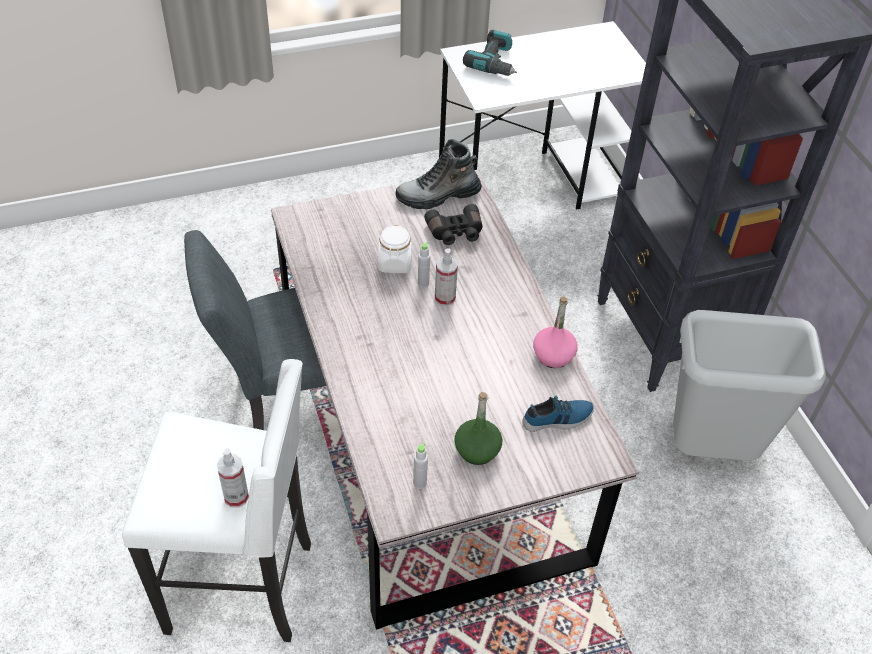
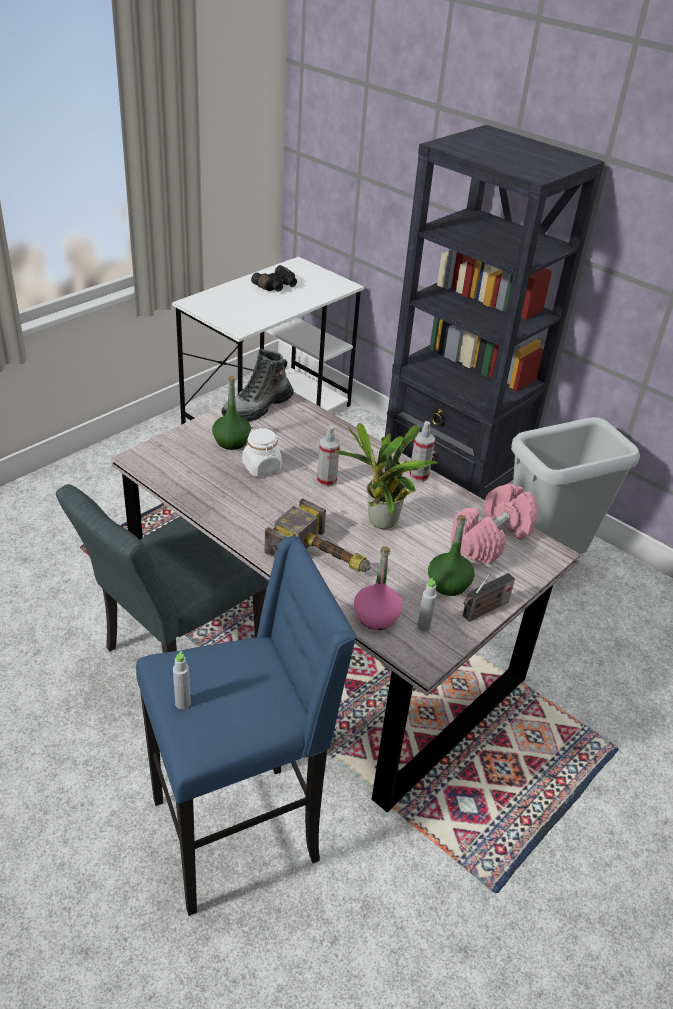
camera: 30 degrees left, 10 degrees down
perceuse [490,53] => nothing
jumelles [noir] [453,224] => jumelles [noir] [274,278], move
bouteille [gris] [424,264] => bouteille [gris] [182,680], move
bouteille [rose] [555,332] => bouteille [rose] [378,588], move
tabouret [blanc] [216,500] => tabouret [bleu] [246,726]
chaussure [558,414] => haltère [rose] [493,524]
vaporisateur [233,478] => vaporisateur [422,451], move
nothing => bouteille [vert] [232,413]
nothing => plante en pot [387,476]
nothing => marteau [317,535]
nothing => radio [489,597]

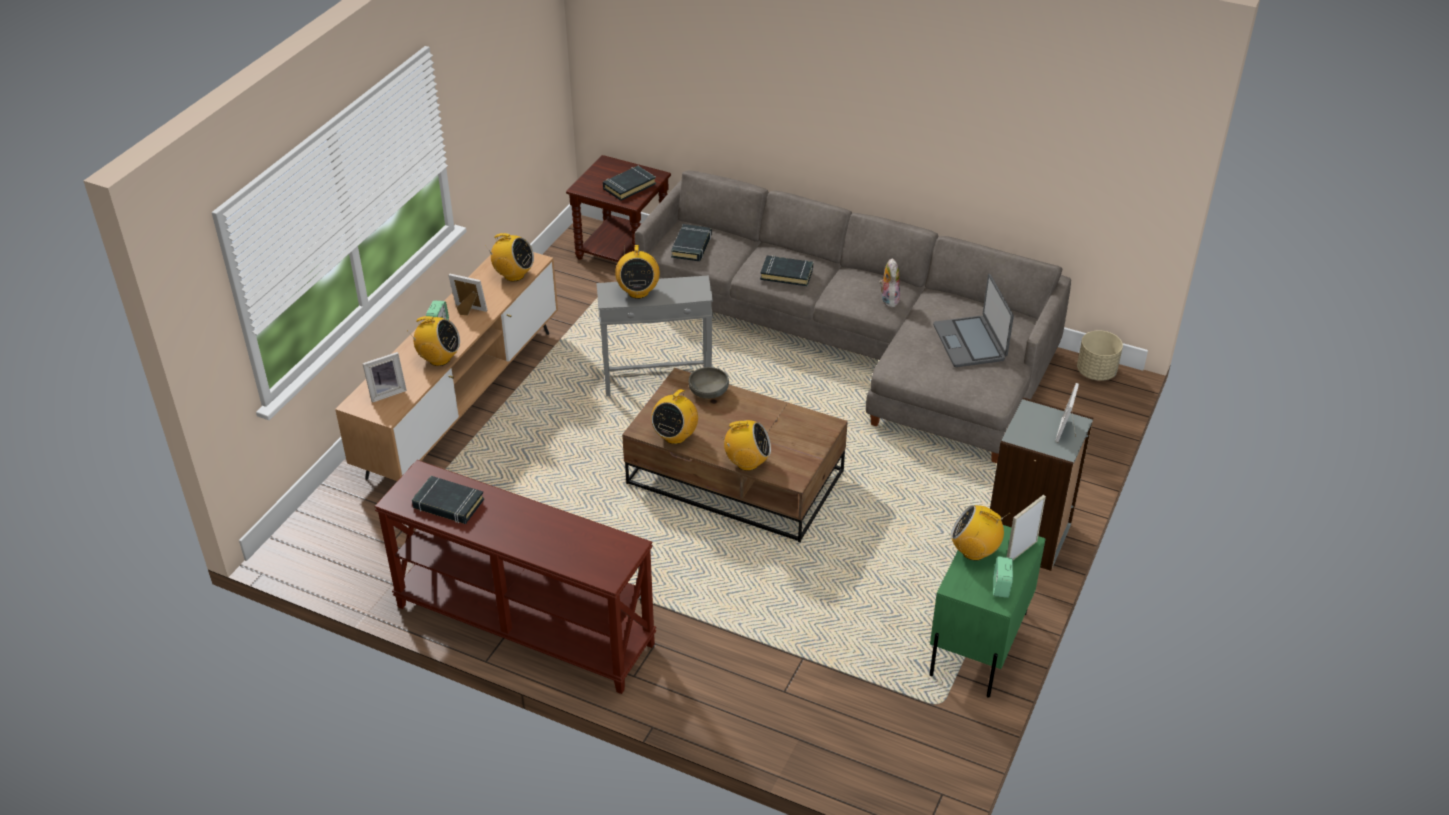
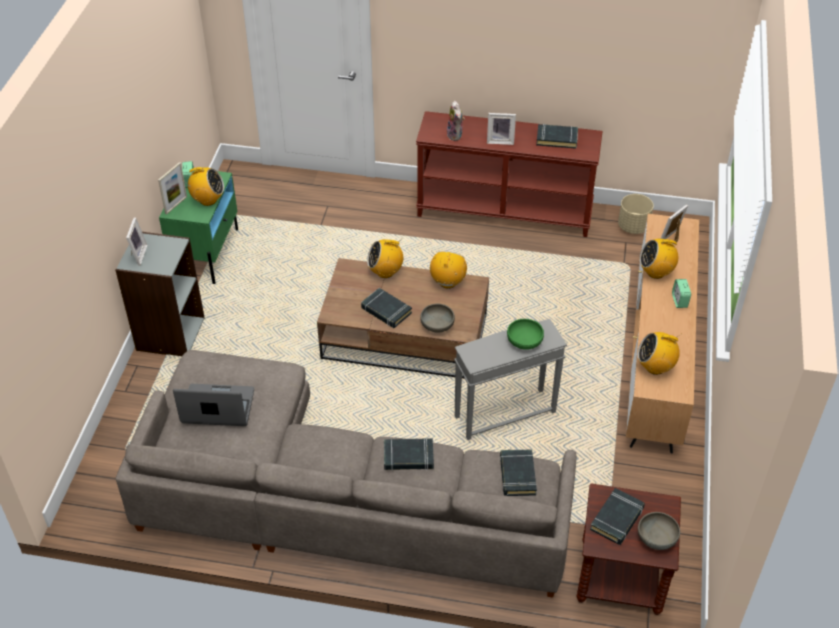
camera: 165 degrees right, 5 degrees up
radio [637,272] => bol [vert] [525,334]
peluche [889,282] => peluche [456,121], move
cadre photo [467,294] => cadre photo [501,129], move
ordinateur portable [973,320] => ordinateur portable [213,405], 60 degrees counterclockwise
cache-pot [beige] [1100,355] => cache-pot [beige] [636,214], move
nothing => livre [noir] [386,308]
nothing => bol [gris] [659,531]

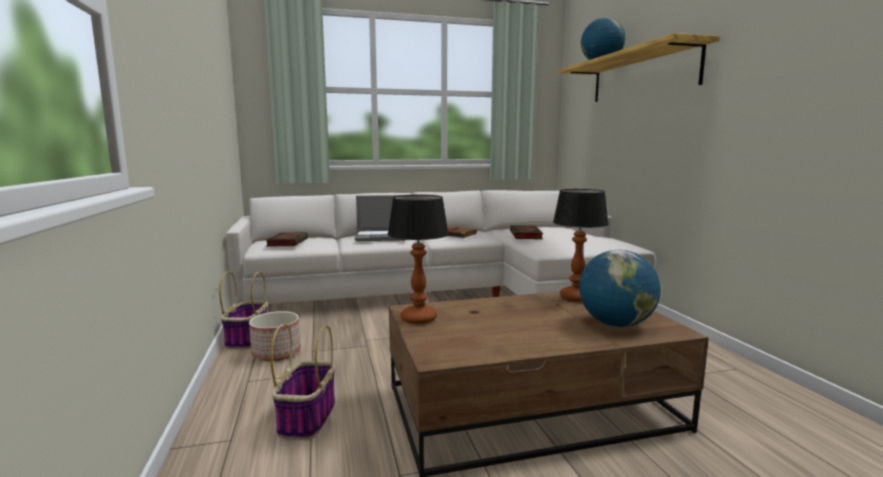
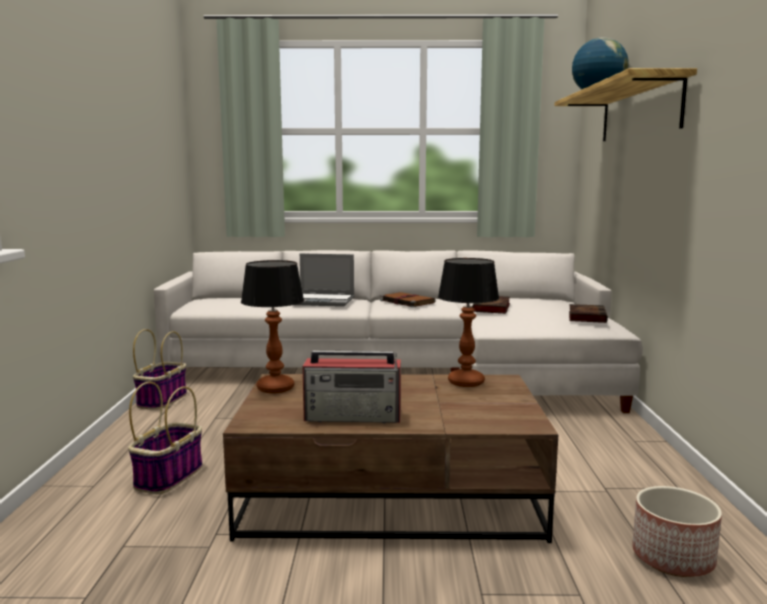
camera: 15 degrees right, 0 degrees up
livre [286,239] => livre [588,313], move
globe [620,288] => nothing
cache-pot [275,336] => cache-pot [677,531], move
nothing => radio [352,387]

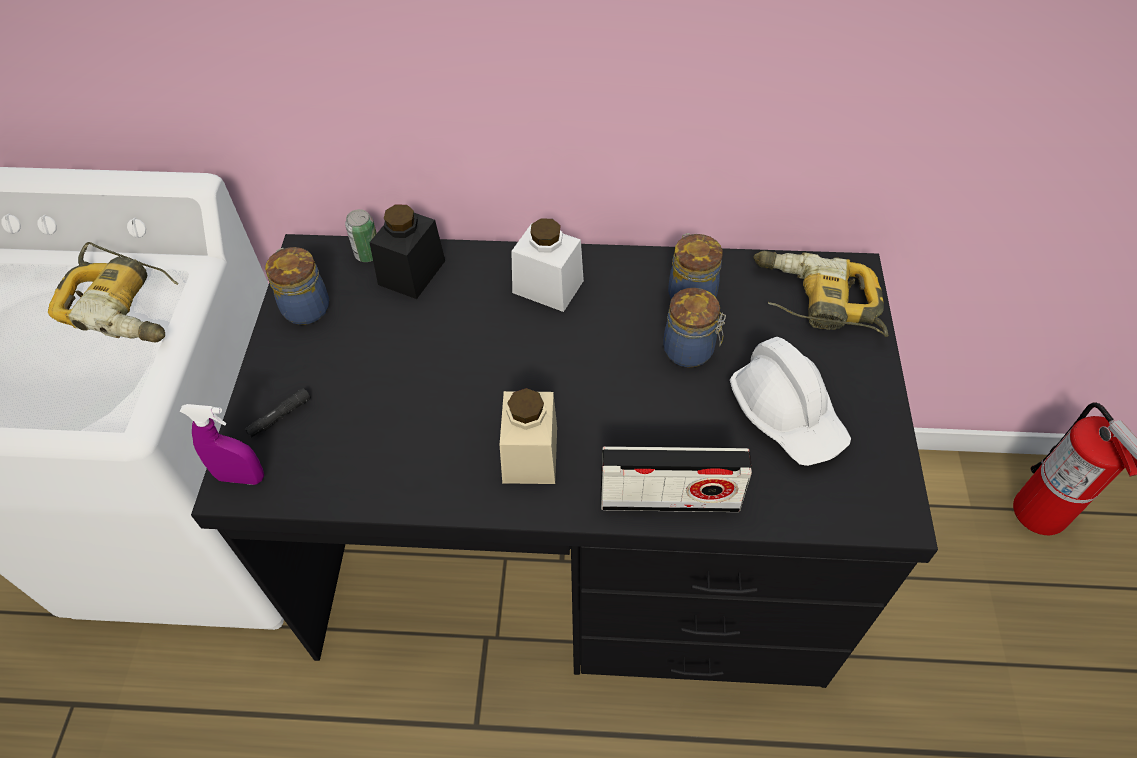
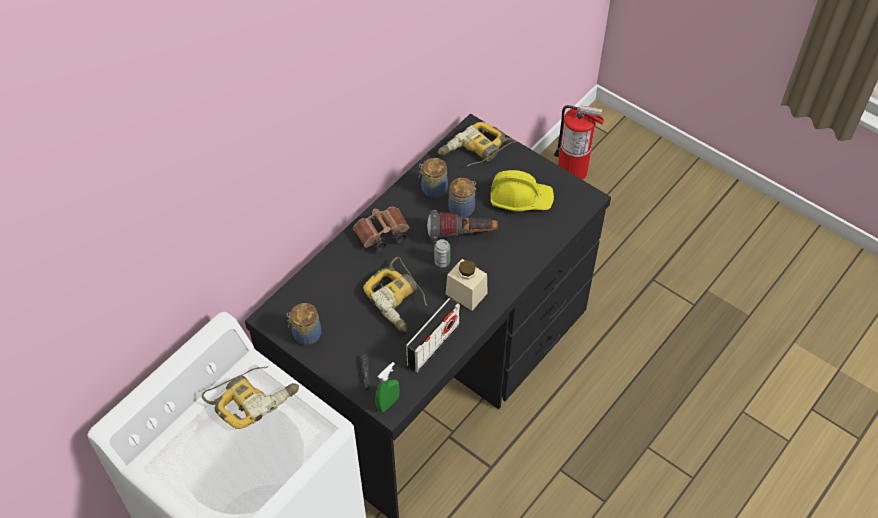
camera: 55 degrees left, 0 degrees up
bocal [noir] [407,251] => nothing
boîte métallique [361,235] => boîte métallique [442,253], move
bocal [blanc] [547,265] => jumelles [marron] [381,229]
casque de chantier [blanc] [790,401] => casque de chantier [jaune] [522,190]
vaporisateur [violet] [221,444] => vaporisateur [vert] [387,387]
radio [676,479] => radio [433,335], move
nothing => lampe de poche [462,226]
nothing => perceuse [395,294]

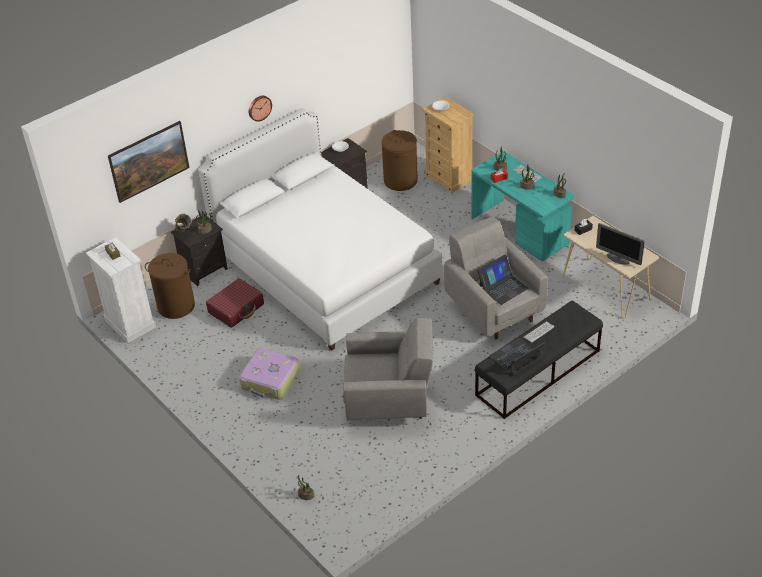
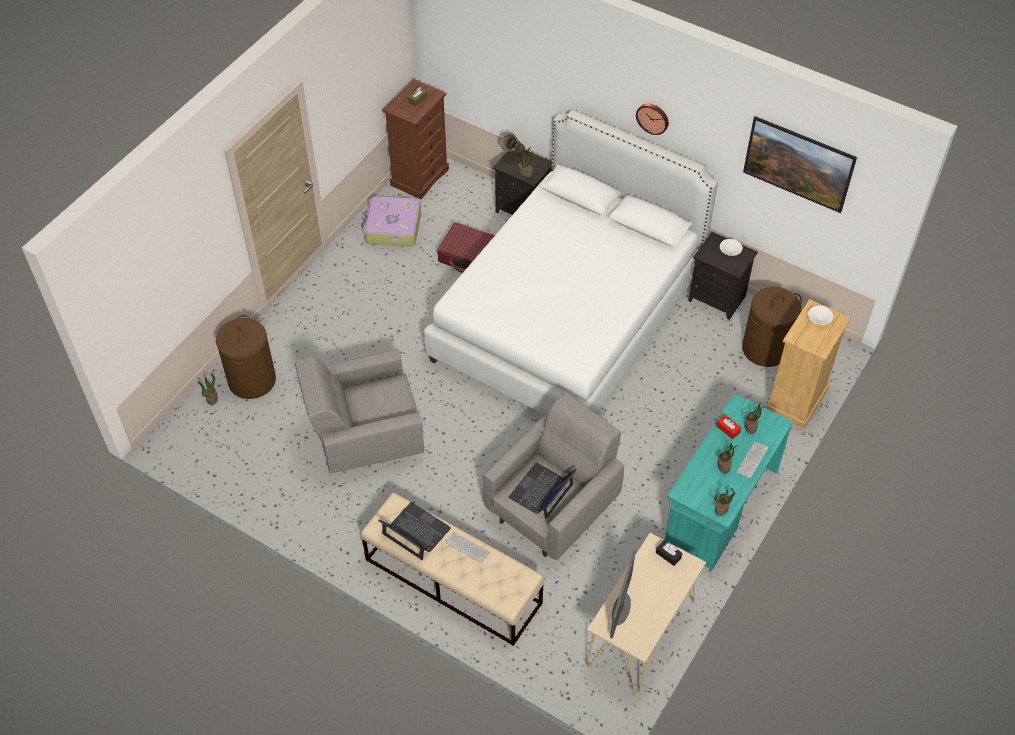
camera: 70 degrees right, 10 degrees up
tableau [149,162] => tableau [800,164], move
commode [blanc] [121,290] => commode [marron] [416,139]
panier à linge [marron] [170,286] => panier à linge [marron] [246,357], move
ordinateur portable [503,280] => ordinateur portable [542,491], 90 degrees clockwise
banc [noir] [539,360] => banc [beige] [453,569]
fauteuil [gris] [388,369] => fauteuil [gris] [359,411], 90 degrees clockwise
valise [269,374] => valise [391,221], move

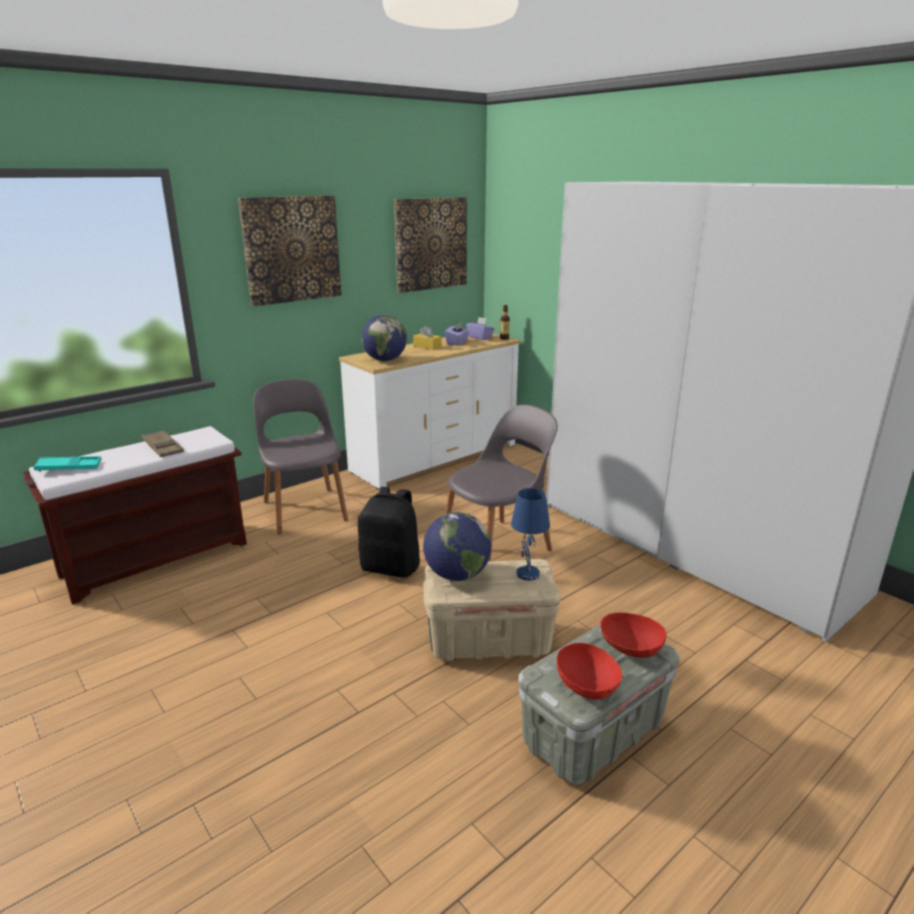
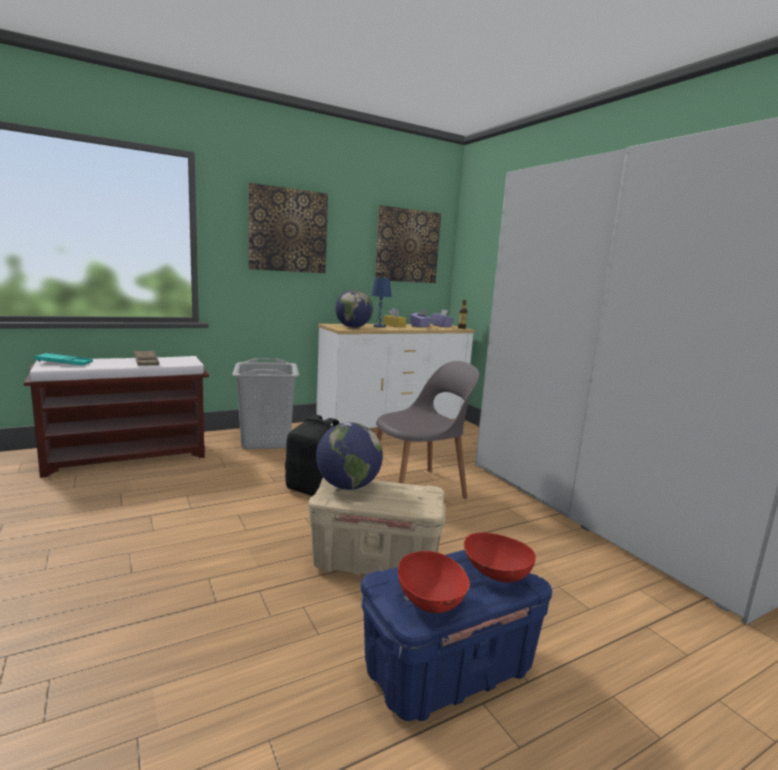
camera: 10 degrees right, 10 degrees down
chaise [gris] [300,456] => panier à linge [gris] [265,403]
lampe de table [bleu] [530,534] => lampe de table [bleu] [381,302], move
boîte de rangement [gris] [599,705] => boîte de rangement [bleu] [456,635]

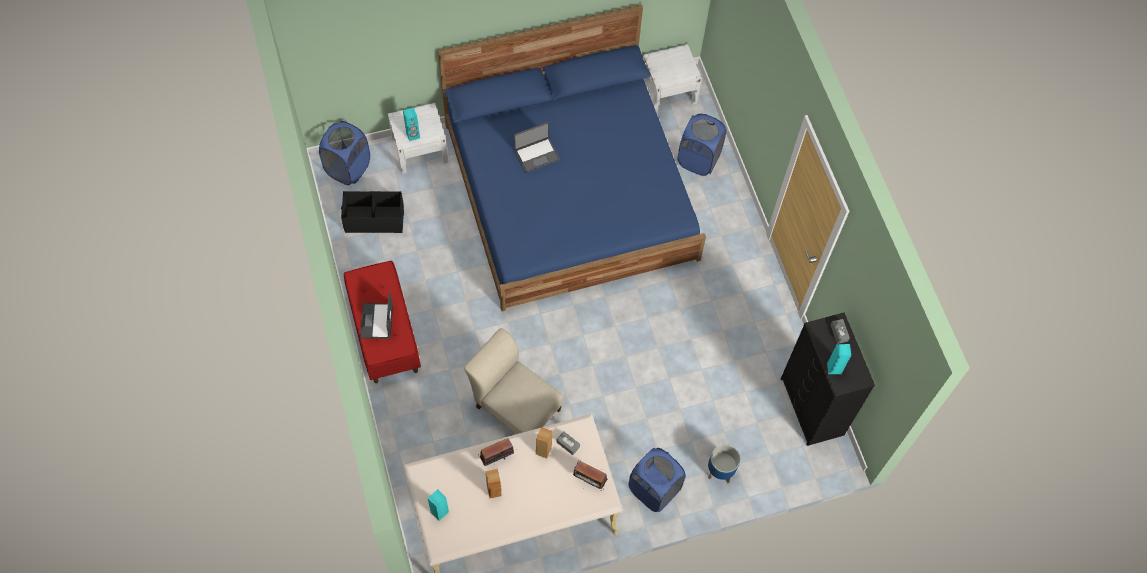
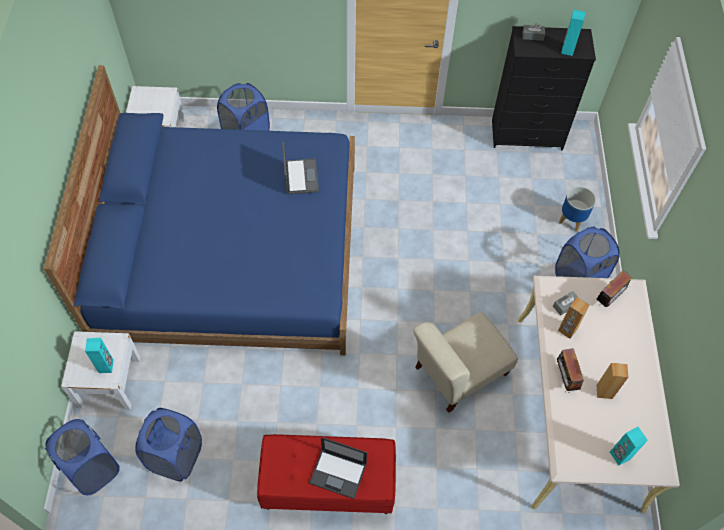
camera: 70 degrees left, 5 degrees down
ordinateur portable [537,147] => ordinateur portable [300,168], move
boîte de rangement [noir] [372,212] => panier à linge [bleu] [168,444]

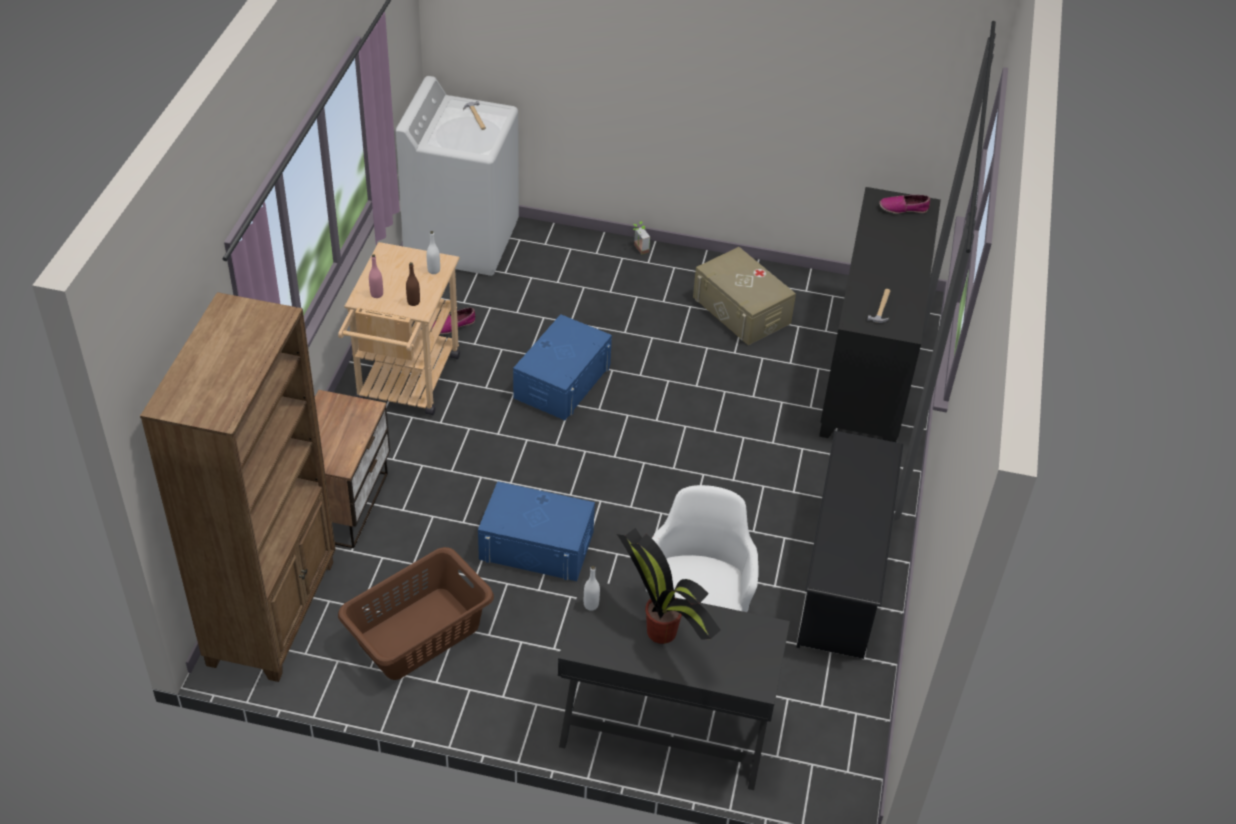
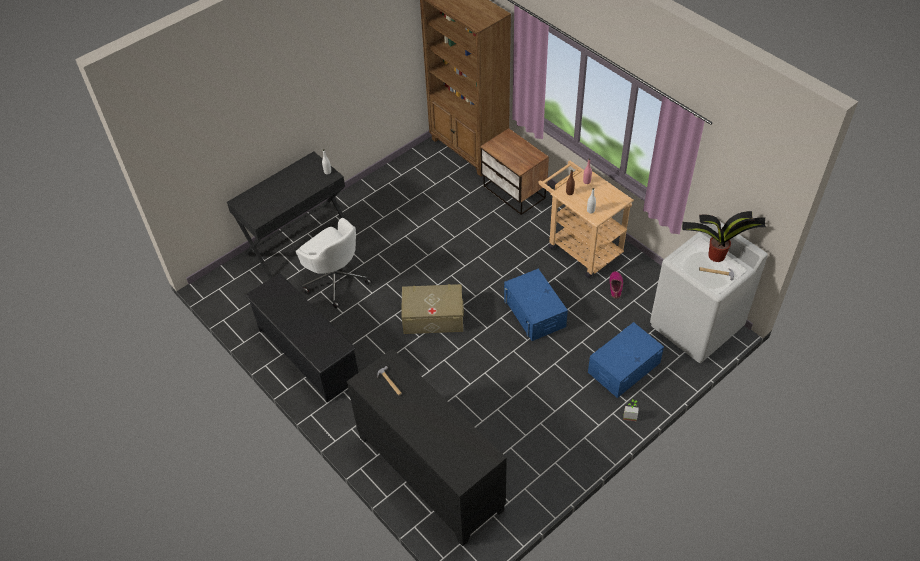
camera: 130 degrees right, 5 degrees up
chaussure [904,204] => nothing
boîte de rangement [beige] [744,296] => boîte de rangement [beige] [432,309], move
boîte de rangement [bleu] [536,531] => boîte de rangement [bleu] [626,360], move
plante en pot [668,586] => plante en pot [724,236], move
panier à linge [marron] [416,613] => nothing

